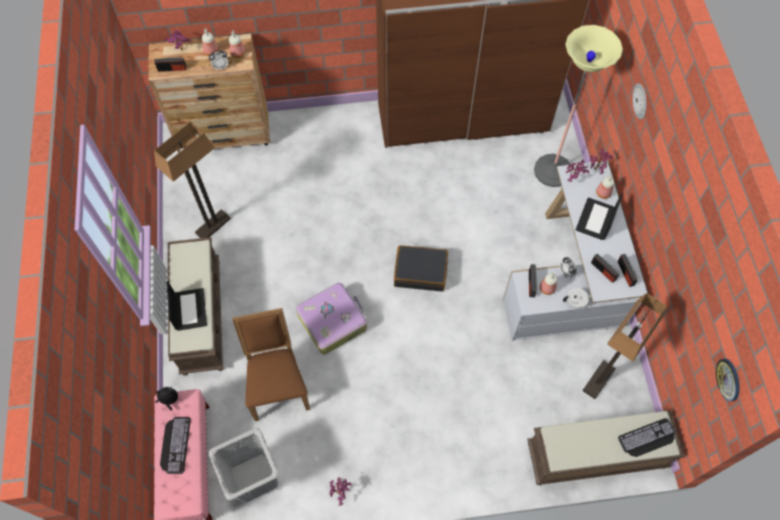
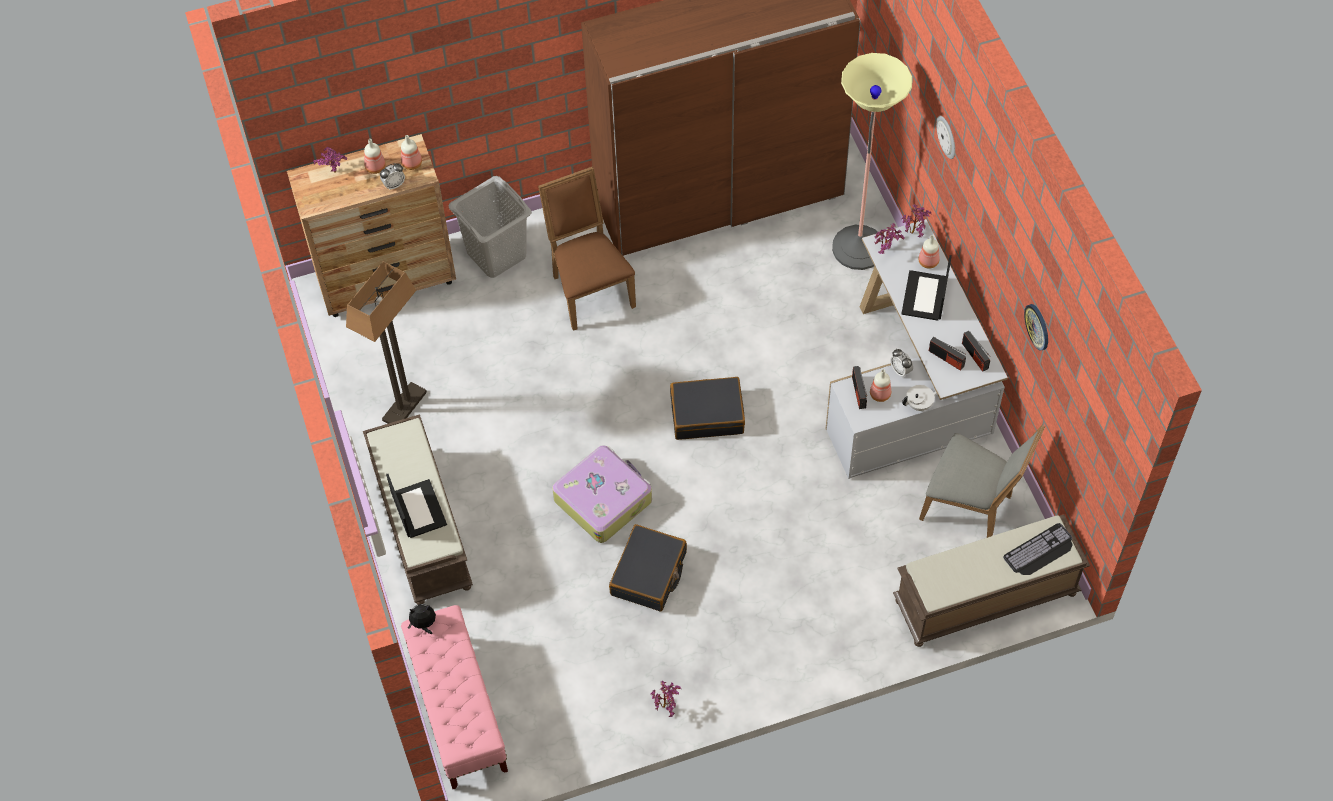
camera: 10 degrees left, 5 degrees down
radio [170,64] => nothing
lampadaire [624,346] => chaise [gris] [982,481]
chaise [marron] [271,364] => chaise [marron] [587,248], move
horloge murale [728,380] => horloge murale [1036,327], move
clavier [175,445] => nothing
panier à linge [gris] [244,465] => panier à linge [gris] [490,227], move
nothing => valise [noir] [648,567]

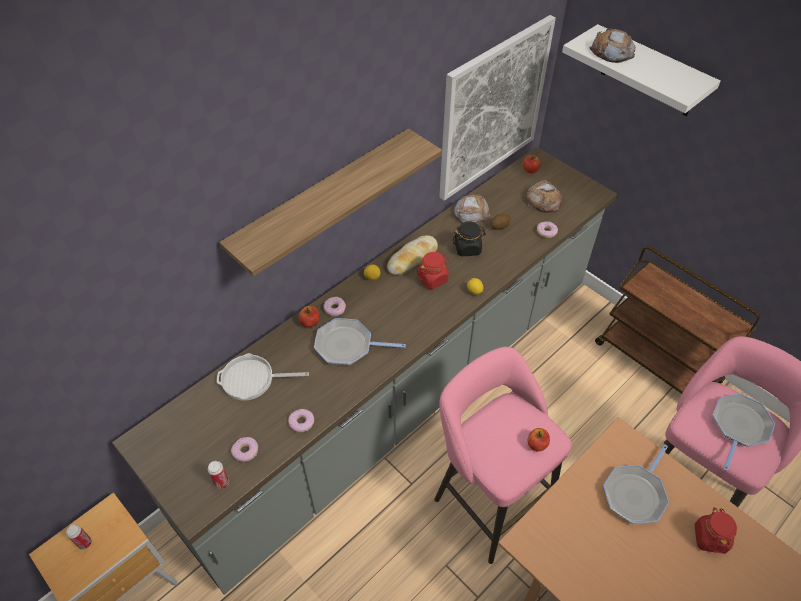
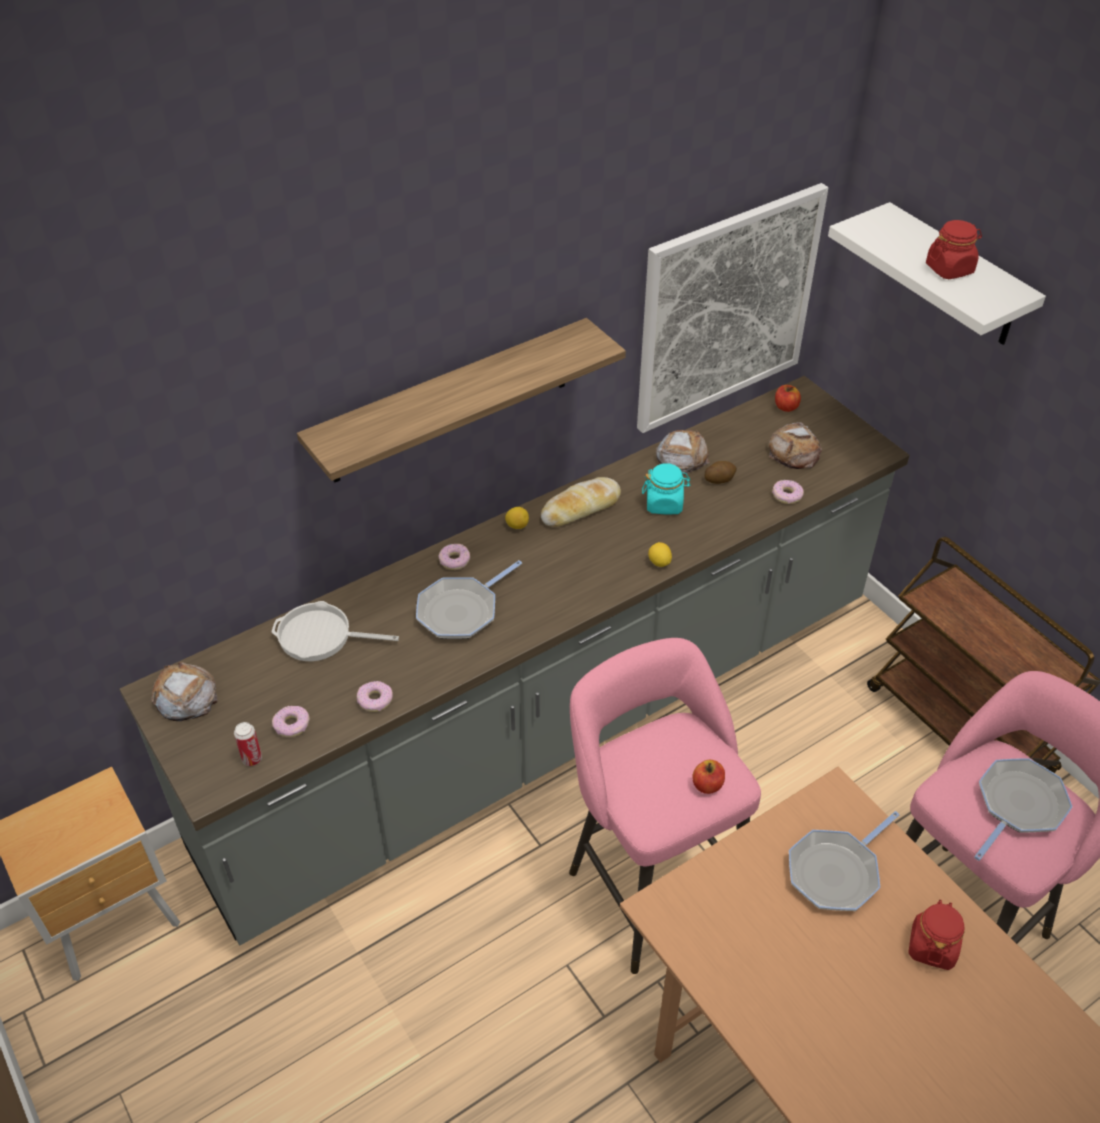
camera: 10 degrees right, 5 degrees down
pain [613,45] => pain [184,691], move
bocal [noir] [469,238] => bocal [turquoise] [666,488]
bocal [rouge] [433,270] => bocal [rouge] [954,249], move
pomme [309,317] => nothing
poêle [360,341] => poêle [469,599], 60 degrees counterclockwise
boîte métallique [79,537] => nothing

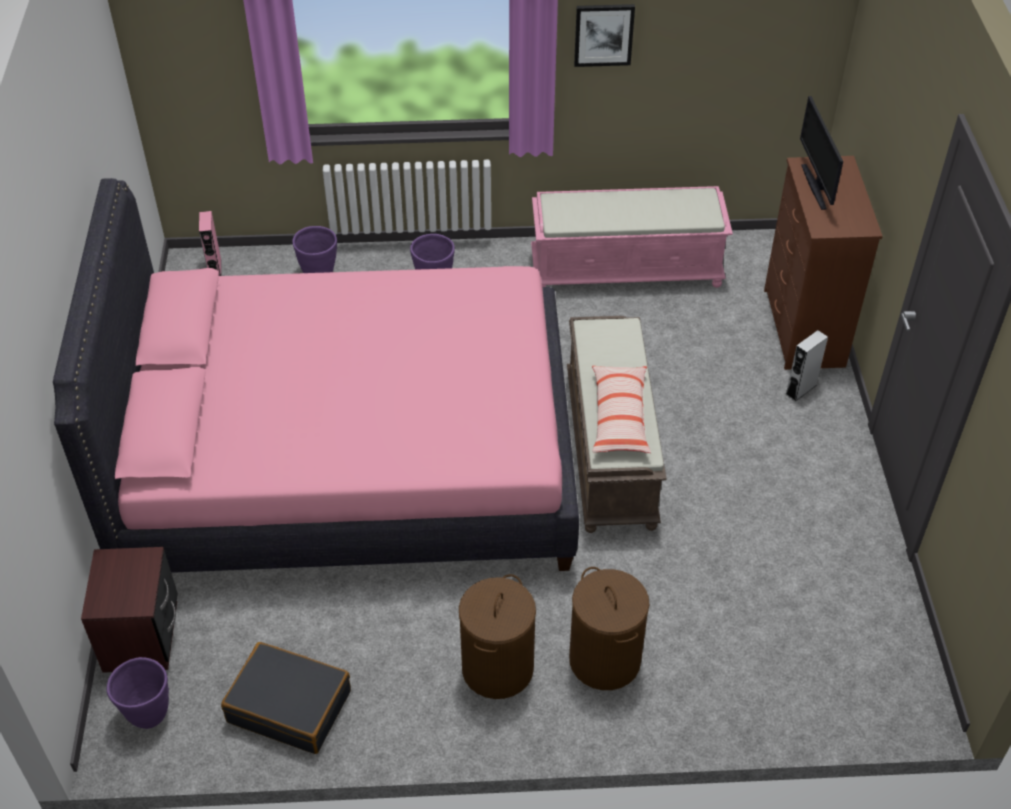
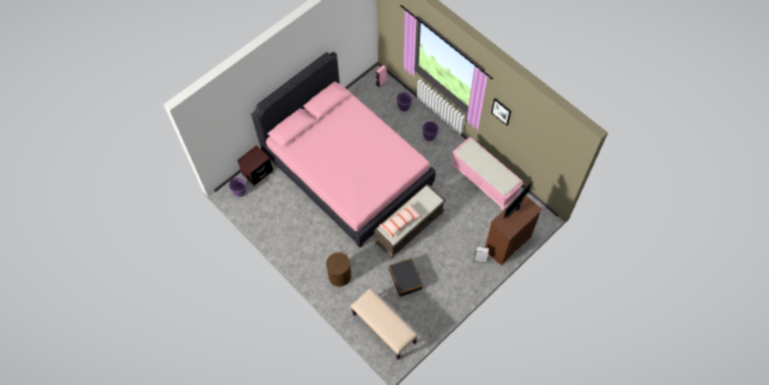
camera: 50 degrees right, 15 degrees up
panier à linge [marron] [497,636] => nothing
valise [noir] [286,698] => valise [noir] [406,277], move
nothing => banc [beige] [384,324]

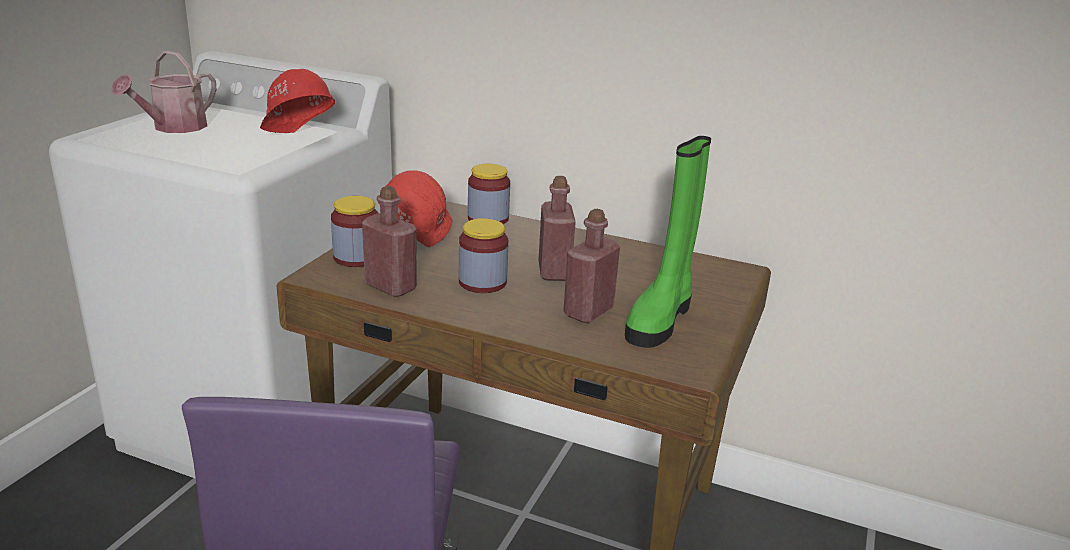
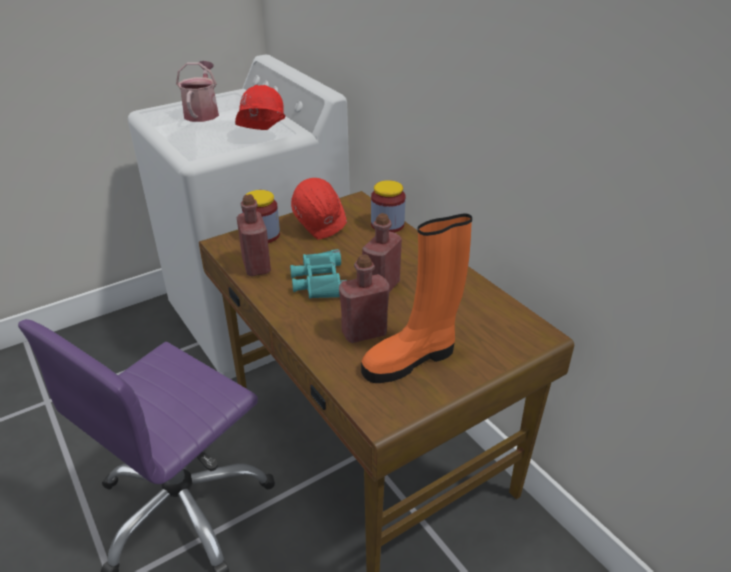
camera: 35 degrees right, 10 degrees up
arrosoir [163,91] => arrosoir [197,91], 120 degrees clockwise
botte [vert] [668,242] => botte [orange] [416,298]
bocal [483,255] => jumelles [turquoise] [318,274]

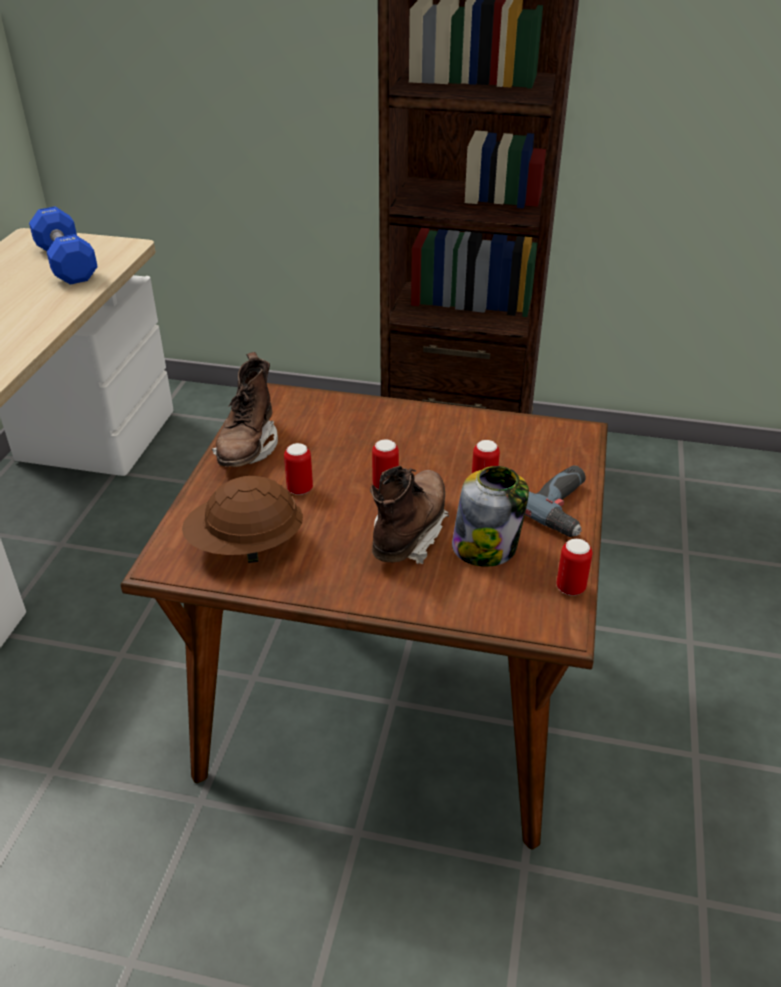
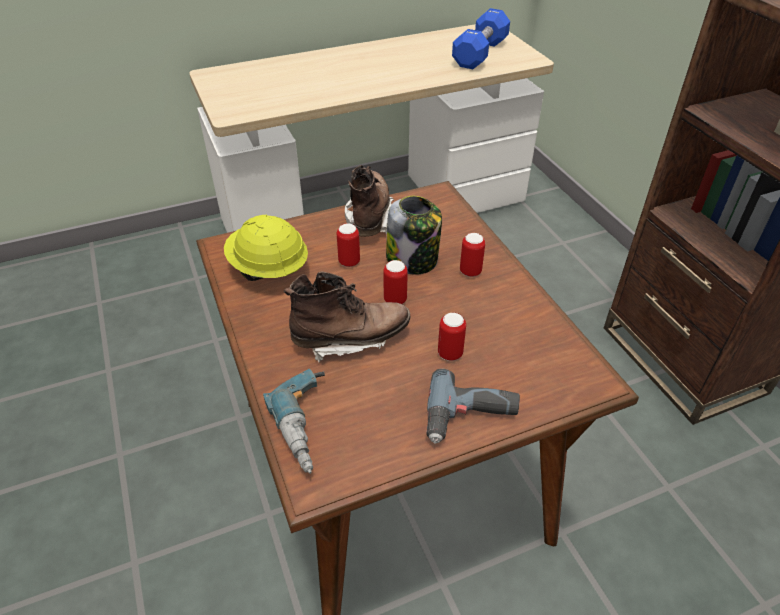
camera: 55 degrees right, 5 degrees up
botte [marron] [245,409] => botte [marron] [369,201], 120 degrees clockwise
bocal [490,516] => bocal [414,235], move
casque de chantier [marron] [242,519] => casque de chantier [jaune] [266,248]
boîte métallique [574,567] => boîte métallique [472,255], move
nothing => perceuse [294,421]

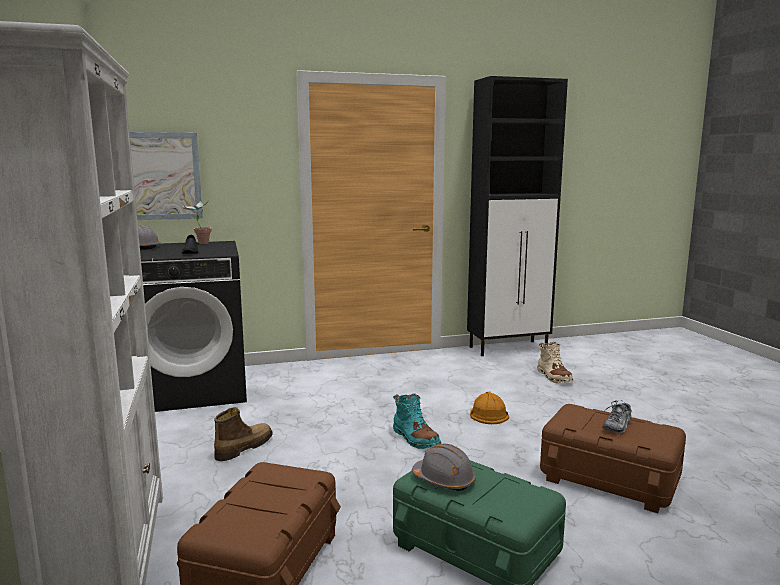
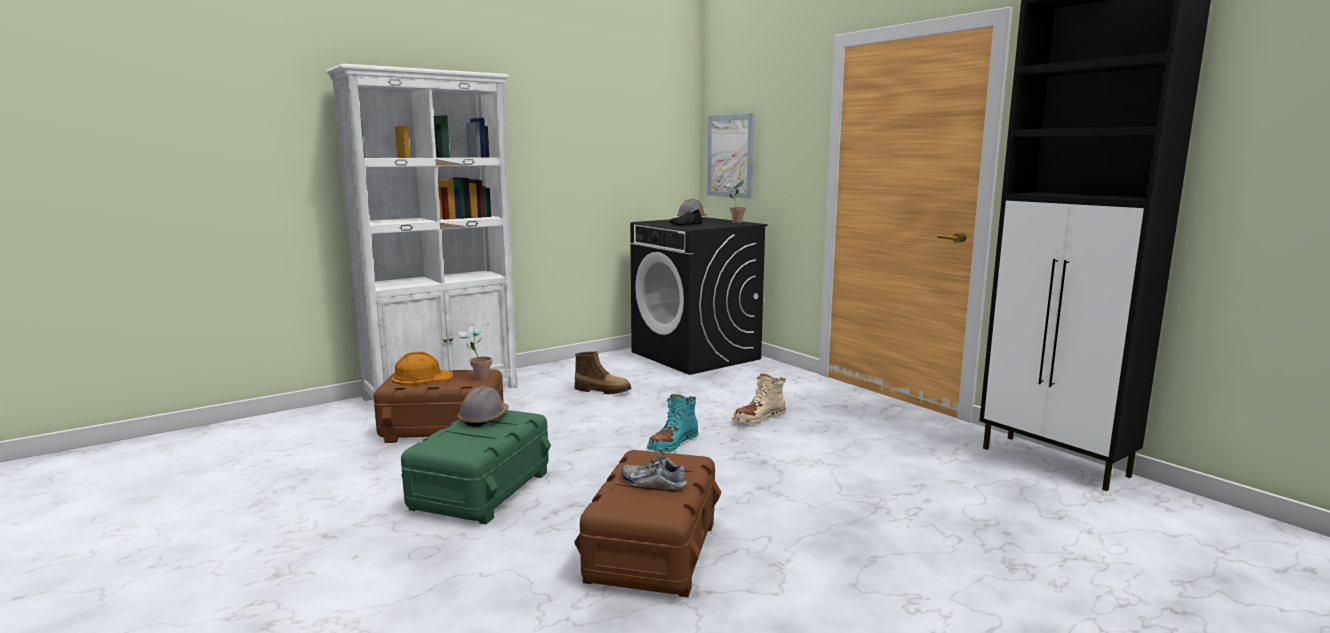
camera: 70 degrees right, 0 degrees up
botte [beige] [555,362] => botte [beige] [759,399], move
casque de chantier [orange] [489,408] => casque de chantier [orange] [422,368], move
nothing => plante en pot [473,351]

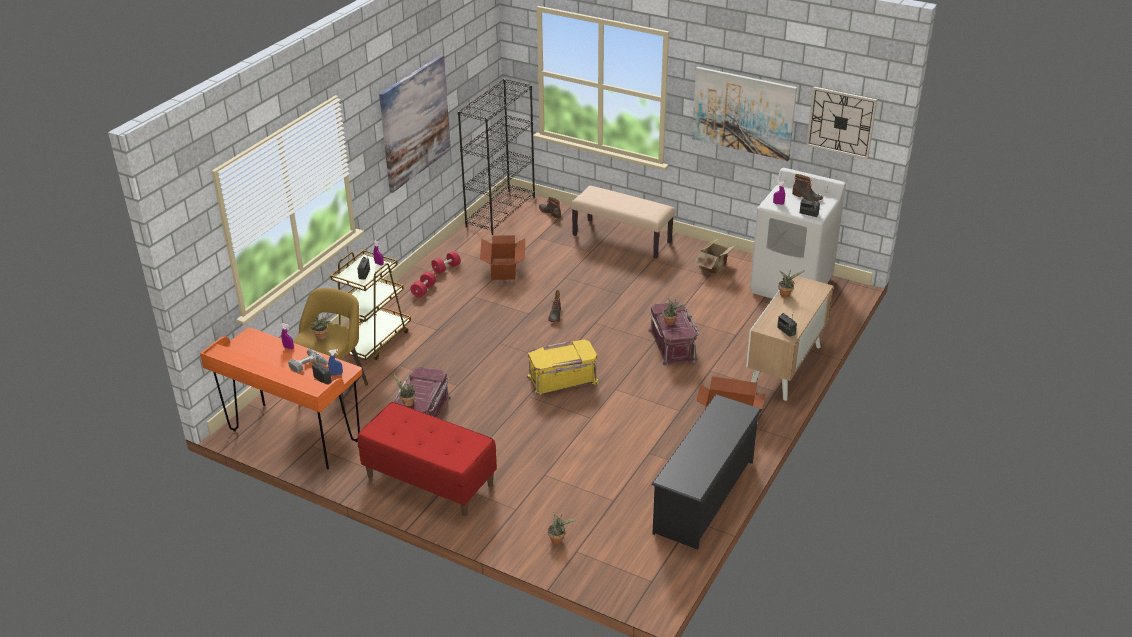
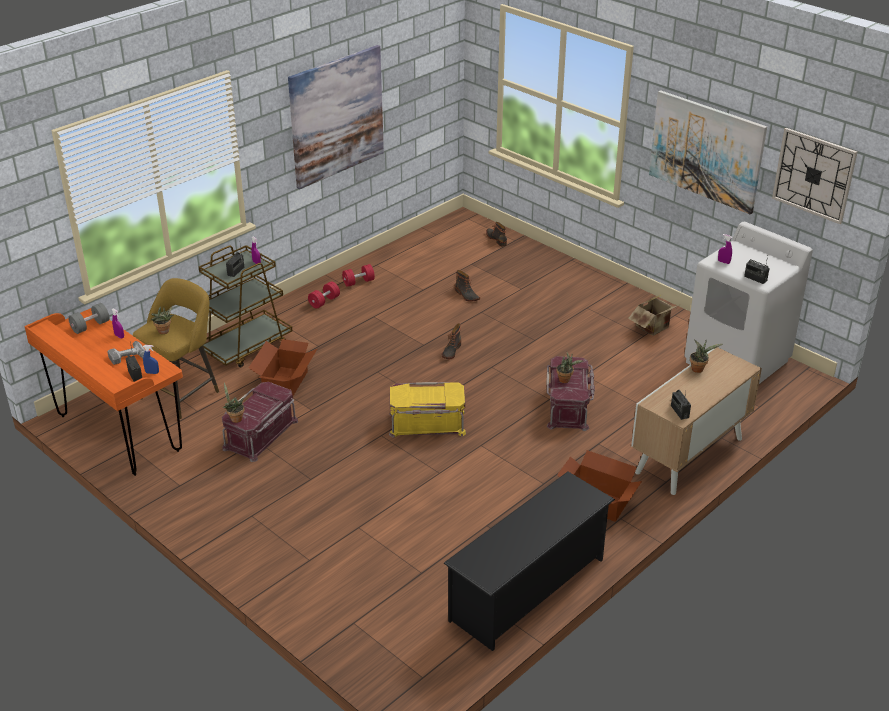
camera: 15 degrees right, 0 degrees up
bibliothèque [noir] [496,157] => nothing
botte [807,188] => botte [467,286], move
banc [beige] [623,222] => nothing
carton [502,257] => carton [283,367], move
banc [rouge] [427,459] => nothing
plante en pot [562,528] => nothing
nothing => haltère [gris] [88,318]

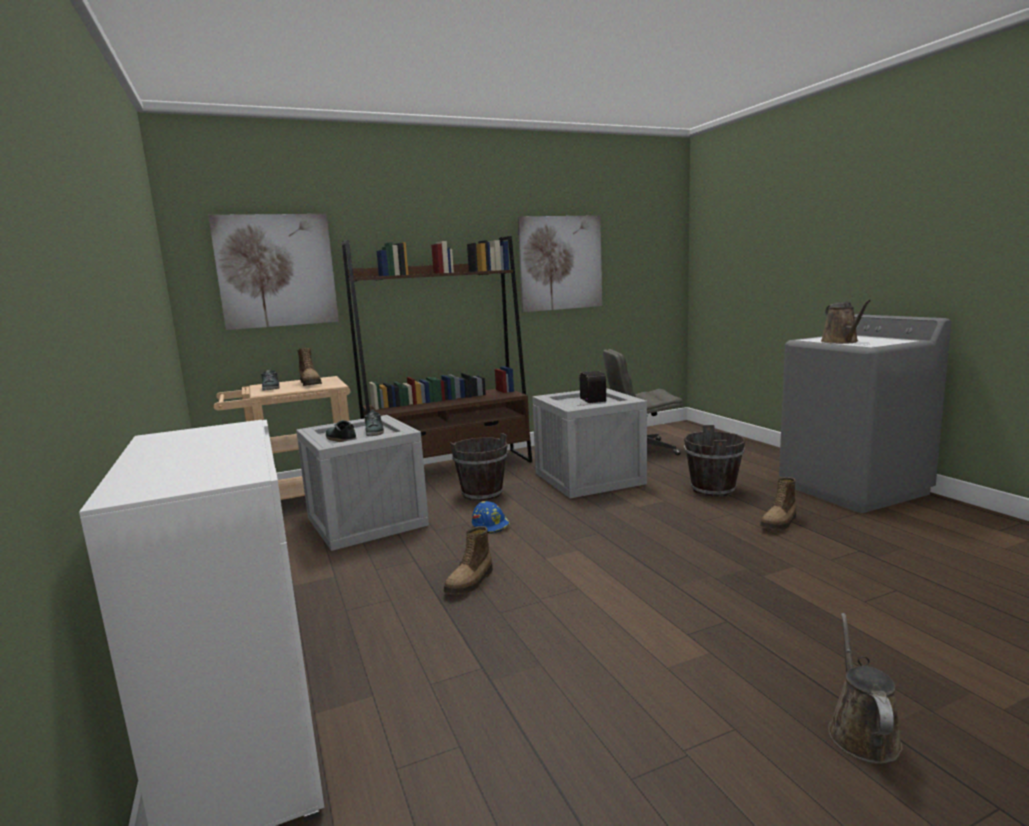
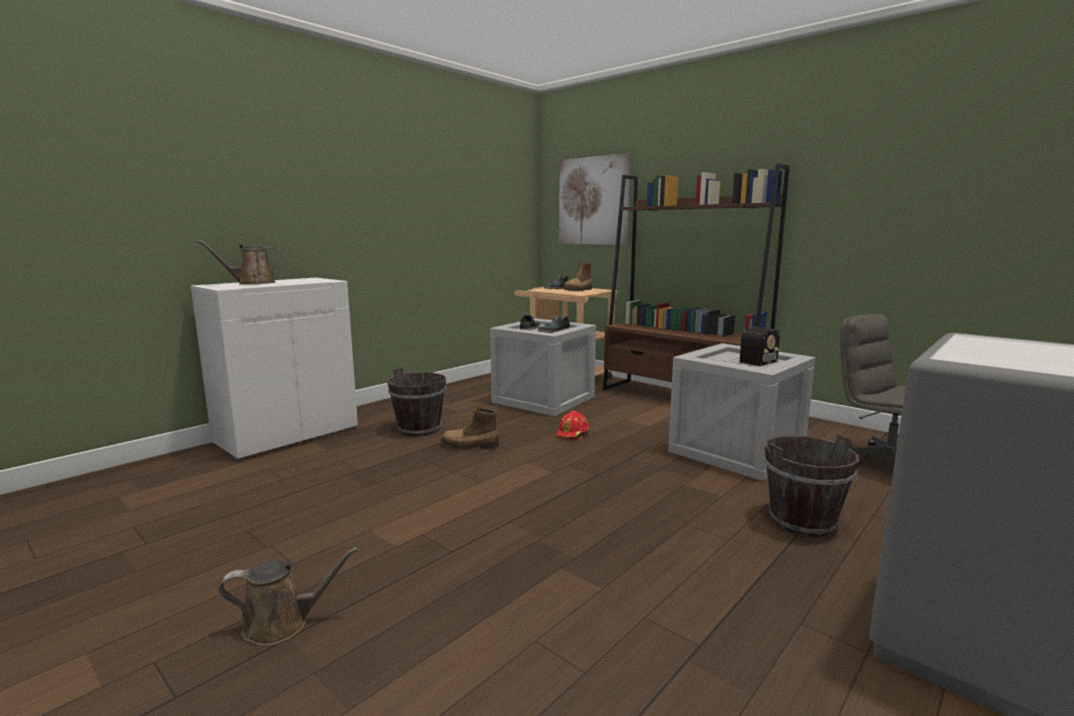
camera: 65 degrees right, 0 degrees up
tableau [560,263] => nothing
arrosoir [marron] [846,321] => arrosoir [marron] [239,262], move
seau [marron] [479,467] => seau [marron] [416,402], move
botte [778,503] => nothing
casque de chantier [bleu] [491,517] => casque de chantier [rouge] [573,425]

